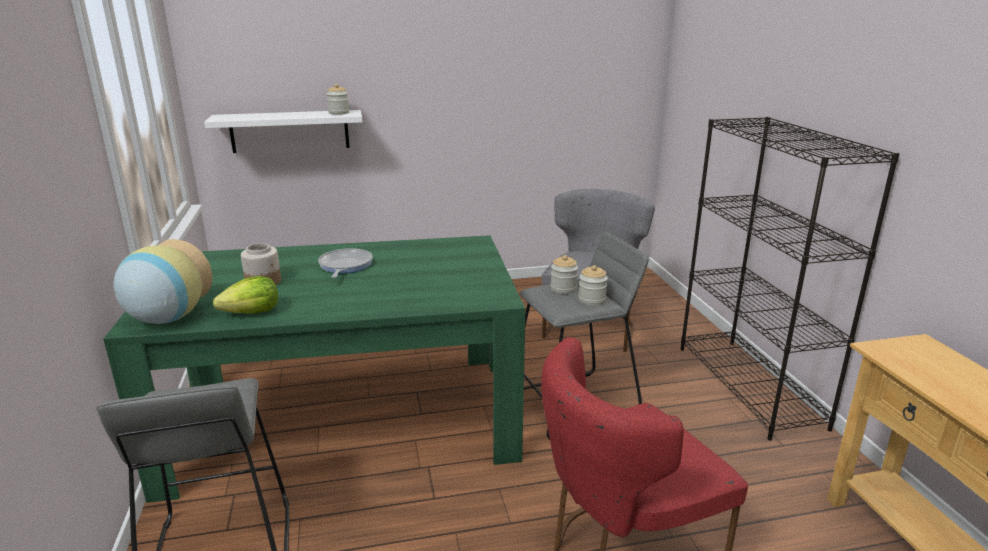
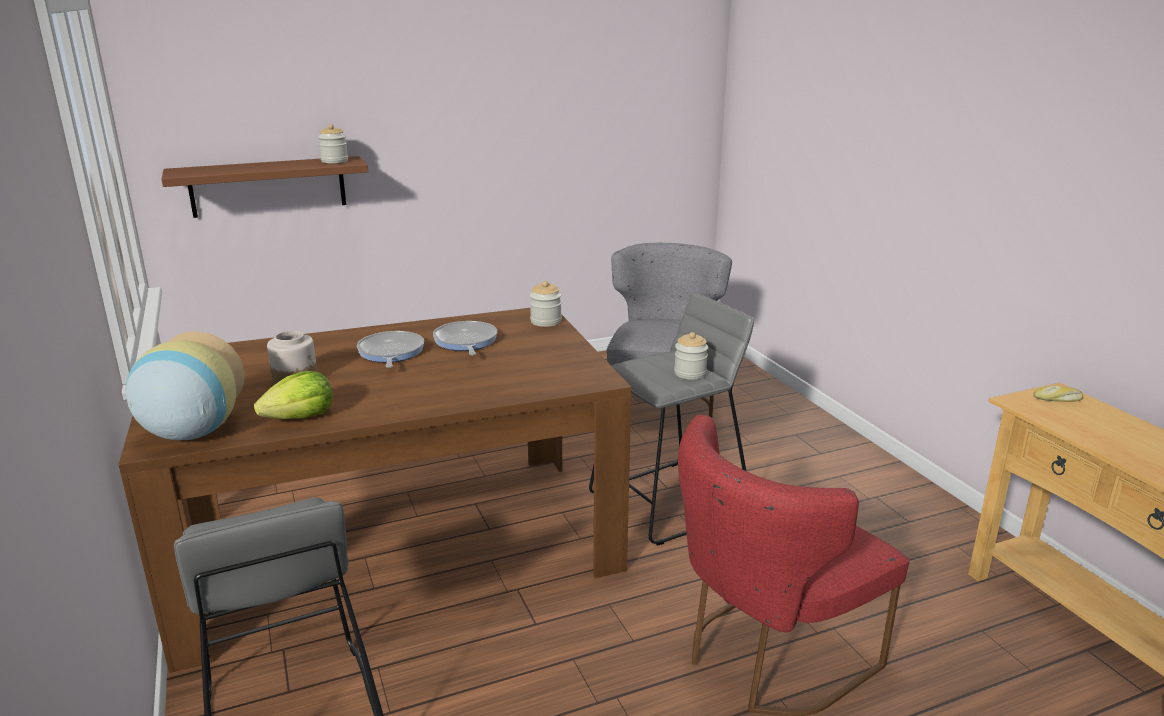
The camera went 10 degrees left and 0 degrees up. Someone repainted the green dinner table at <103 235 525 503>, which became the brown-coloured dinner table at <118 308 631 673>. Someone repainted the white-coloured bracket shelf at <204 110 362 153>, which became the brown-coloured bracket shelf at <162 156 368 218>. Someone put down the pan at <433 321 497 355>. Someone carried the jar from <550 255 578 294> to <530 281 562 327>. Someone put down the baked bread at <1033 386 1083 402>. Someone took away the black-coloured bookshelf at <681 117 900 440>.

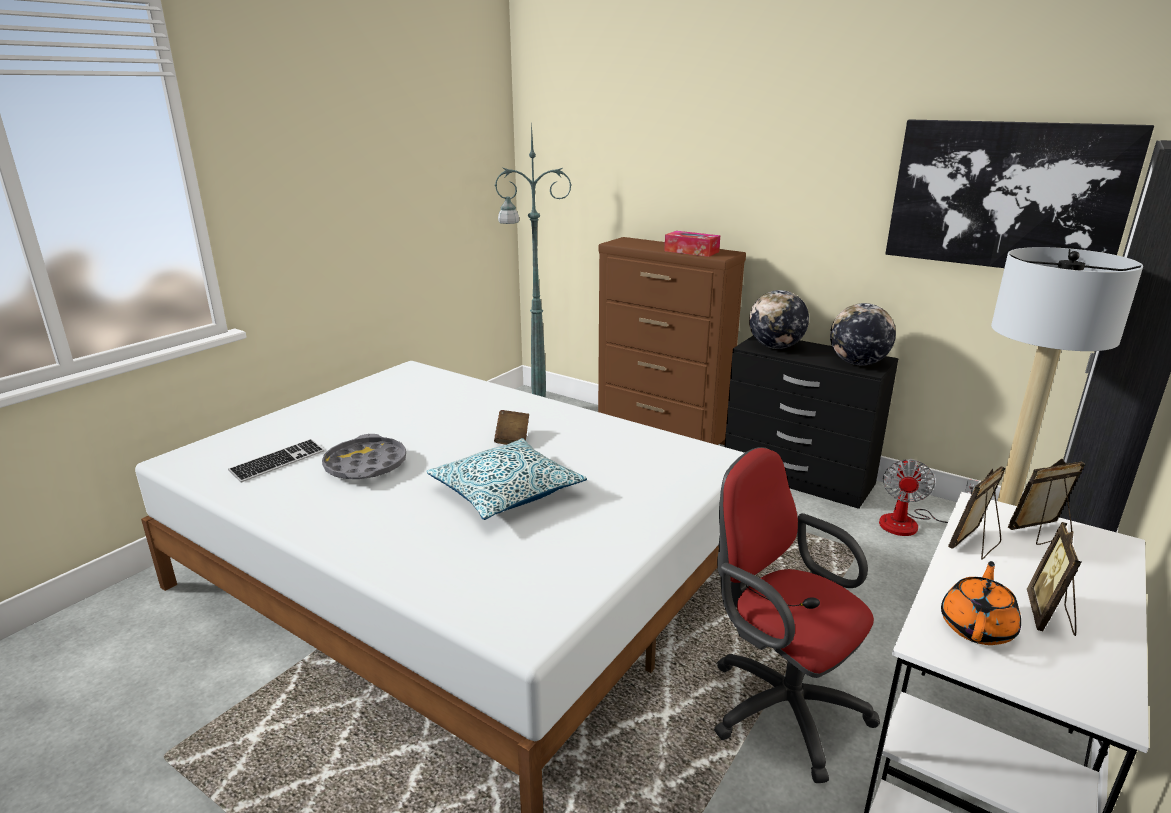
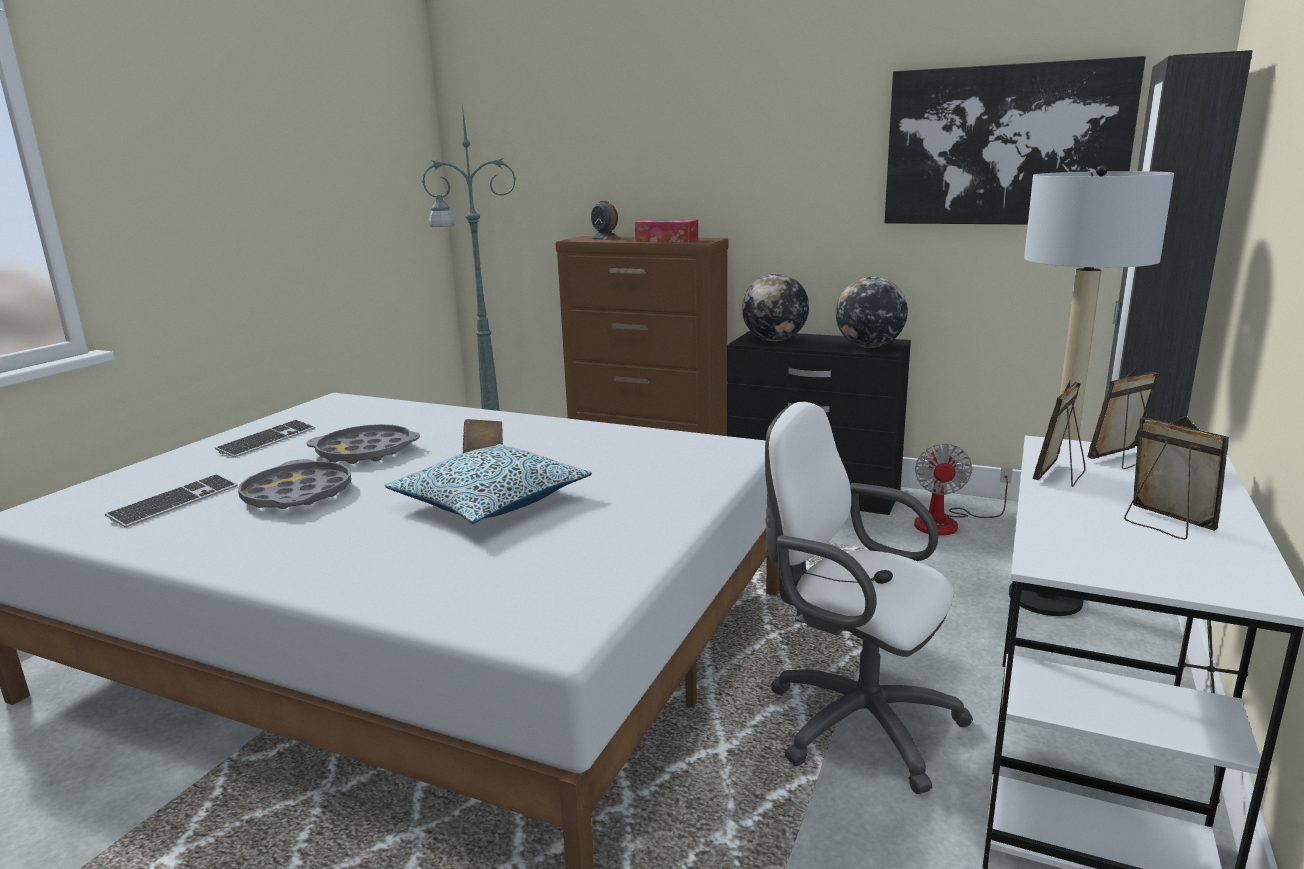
The camera went 10 degrees left and 5 degrees down. Someone put down the keyboard at <215 419 315 458>. Someone put down the grey tray at <307 424 420 464>. Someone put down the alarm clock at <590 201 621 240>. Someone repainted the red computer chair at <714 447 880 783>, which became the white-coloured computer chair at <765 401 973 794>. Someone rotated the photo frame at <1027 522 1081 636> by 135 degrees clockwise. Someone took away the orangey teapot at <941 561 1021 645>.

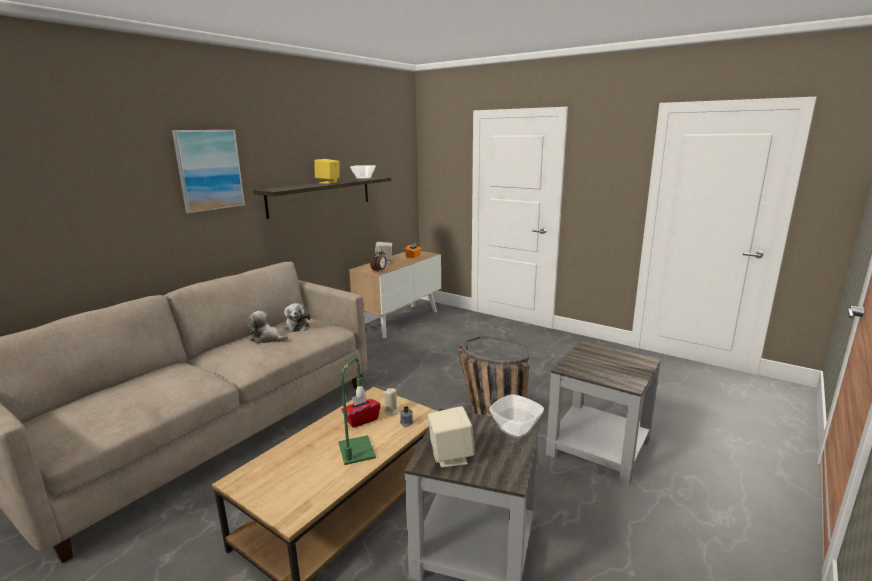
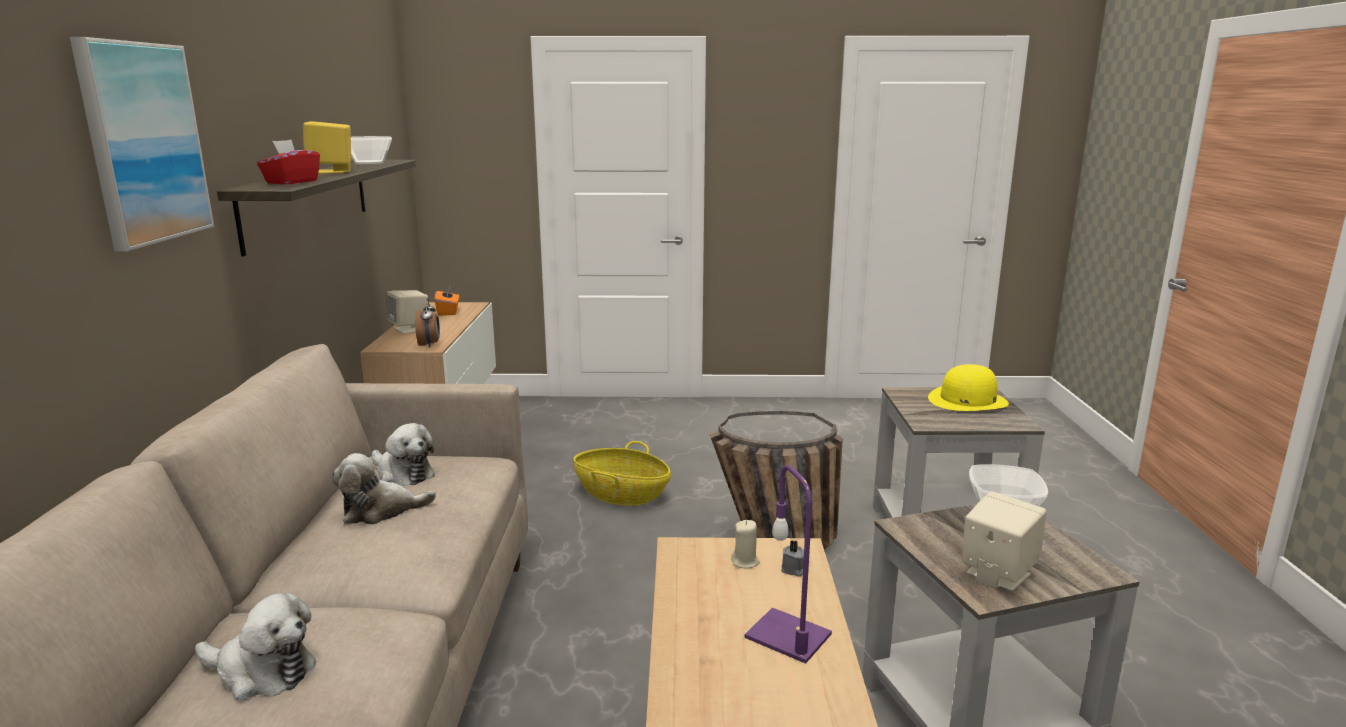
The camera went 35 degrees left and 0 degrees up. Someone put down the cuddly toy at <195 593 316 701>. Someone carried the red tissue box from <342 393 381 428> to <257 140 320 184>. Someone put down the household basket at <573 441 671 506>. Someone repainted the green tabletop lamp at <338 357 376 465>, which became the purple tabletop lamp at <744 465 832 664>. Someone put down the yellowish clothing hat at <928 364 1009 411>.

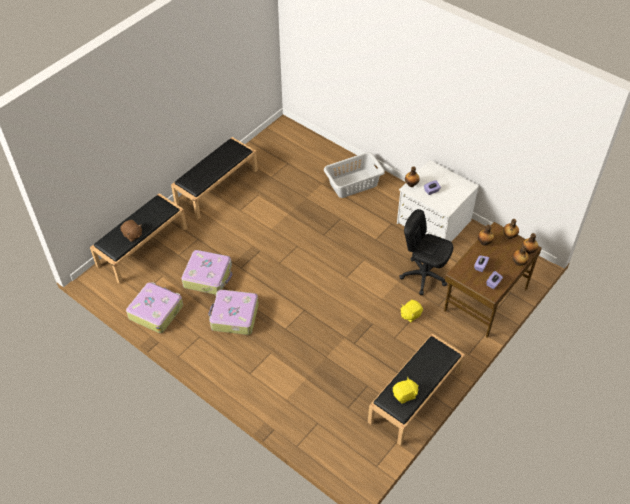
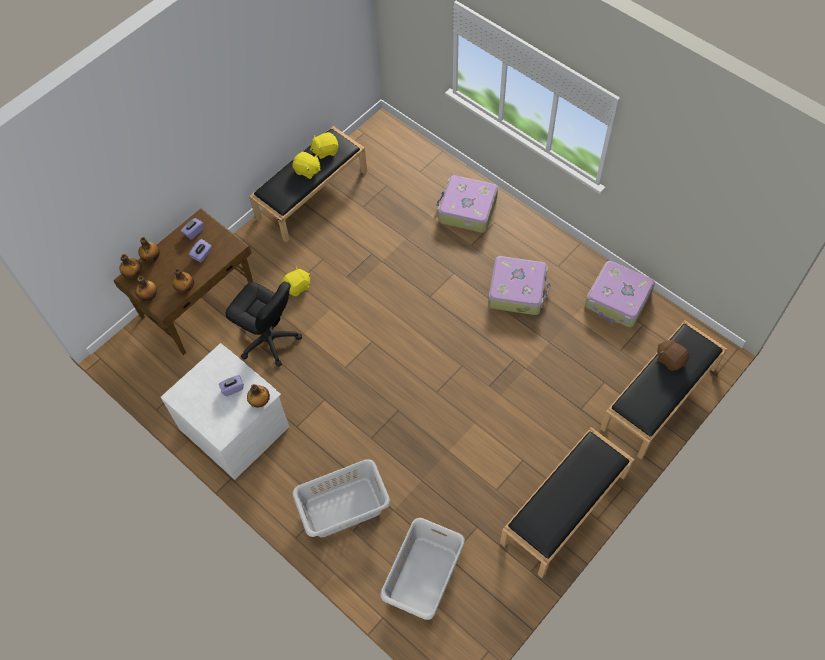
The camera went 175 degrees left and 10 degrees up. Someone put down the yellowish cuddly toy at <292 152 321 179>. Someone put down the grey washing basket at <380 518 465 620>. Someone carried the suitcase from <181 250 232 295> to <437 175 498 233>.

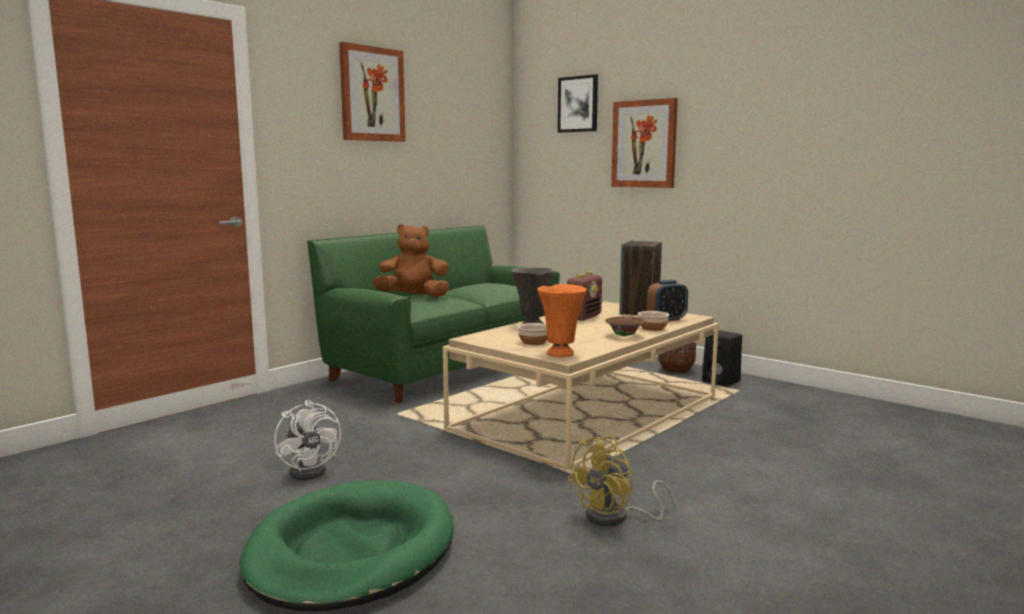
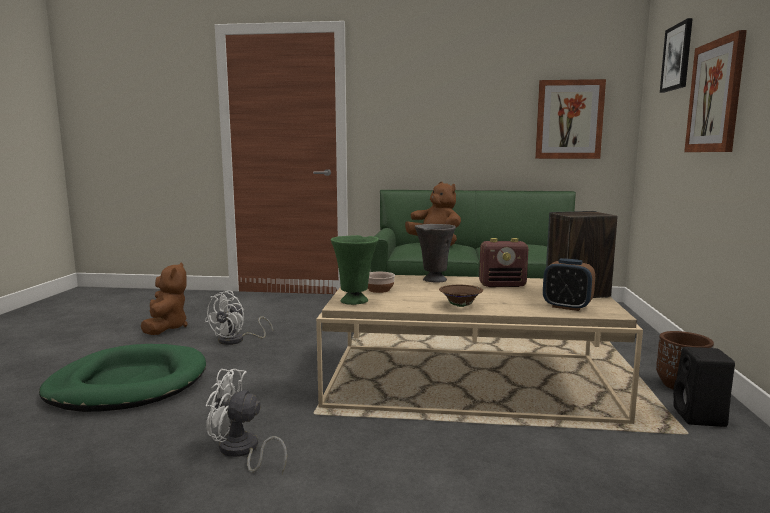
The camera went 55 degrees right and 0 degrees up. Someone put down the brown-coloured cuddly toy at <141 262 188 335>. Someone repainted the yellowish electric fan at <567 436 675 527>, which became the white-coloured electric fan at <206 368 287 474>. Someone repainted the orangey flower vase at <537 284 587 357>, which became the green flower vase at <331 235 379 305>. Someone carried the picture from <339 42 406 142> to <535 79 606 159>. Someone took away the bowl at <638 311 669 331>.

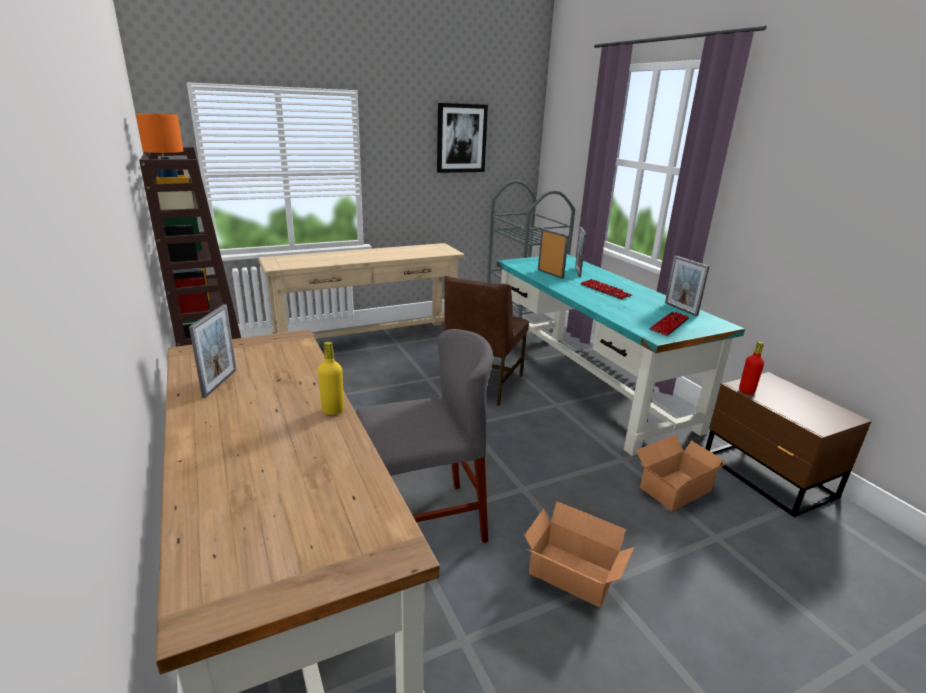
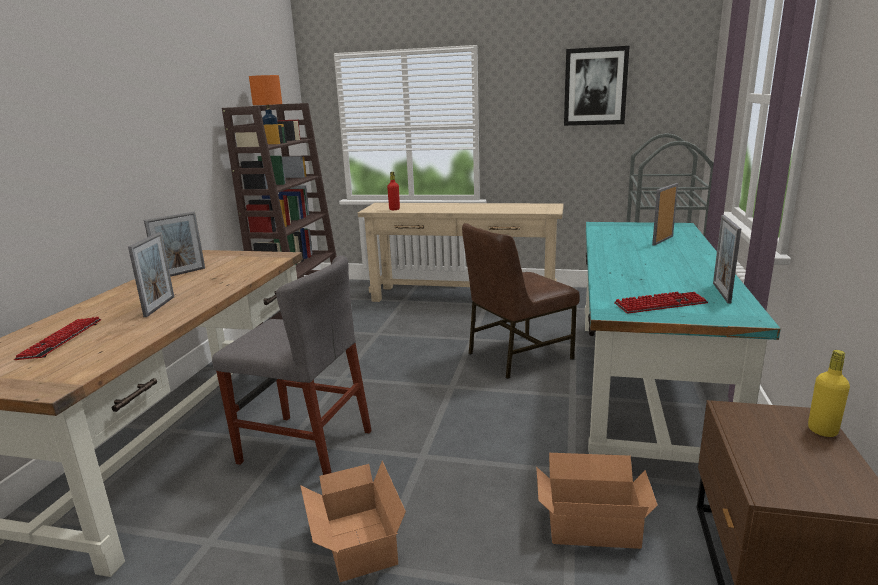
The camera went 40 degrees right and 5 degrees down. Someone carried the keyboard from <580 279 632 299> to <14 317 101 360>. Someone carried the photo frame from <538 229 569 279> to <128 232 174 317>. Someone carried the red bottle from <739 342 764 395> to <387 172 400 210>. Someone carried the yellowish bottle from <318 342 344 415> to <808 350 850 437>.

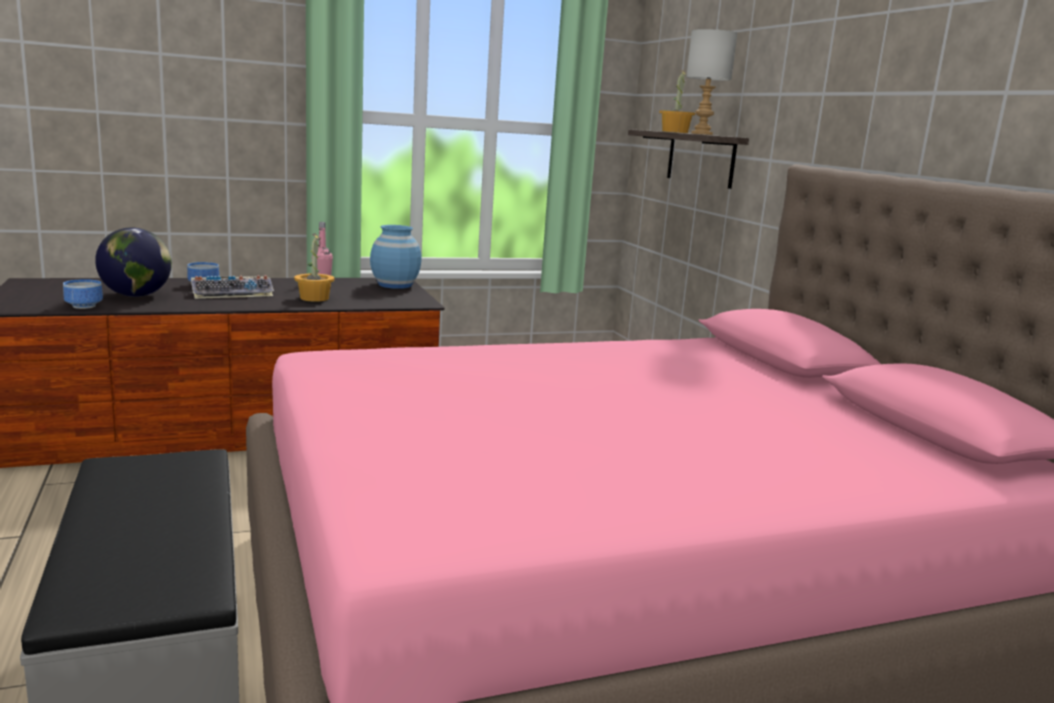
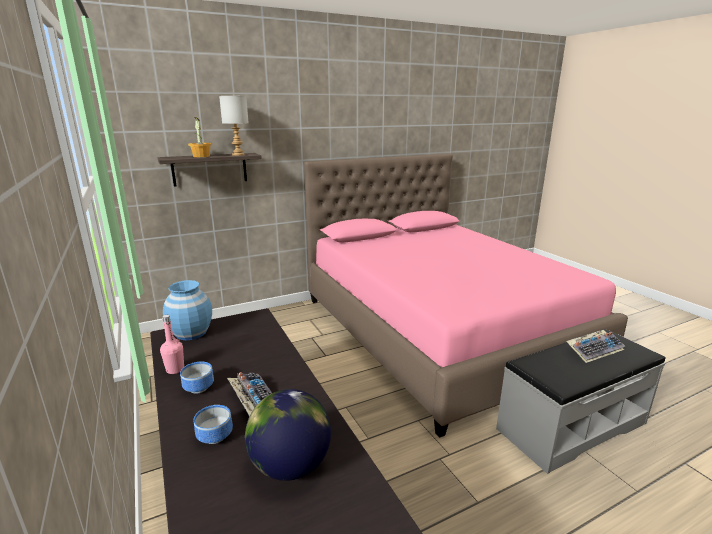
The camera went 95 degrees left and 5 degrees up. Someone carried the bowl from <63 279 103 309> to <180 362 214 394>. Someone put down the keyboard at <566 330 625 363>. Someone took away the houseplant at <294 233 335 302>.

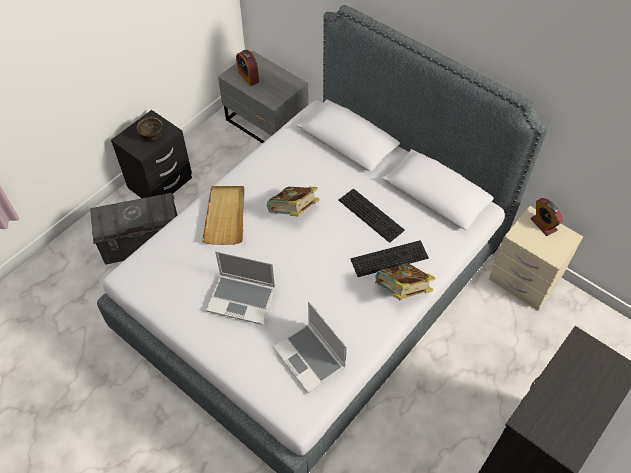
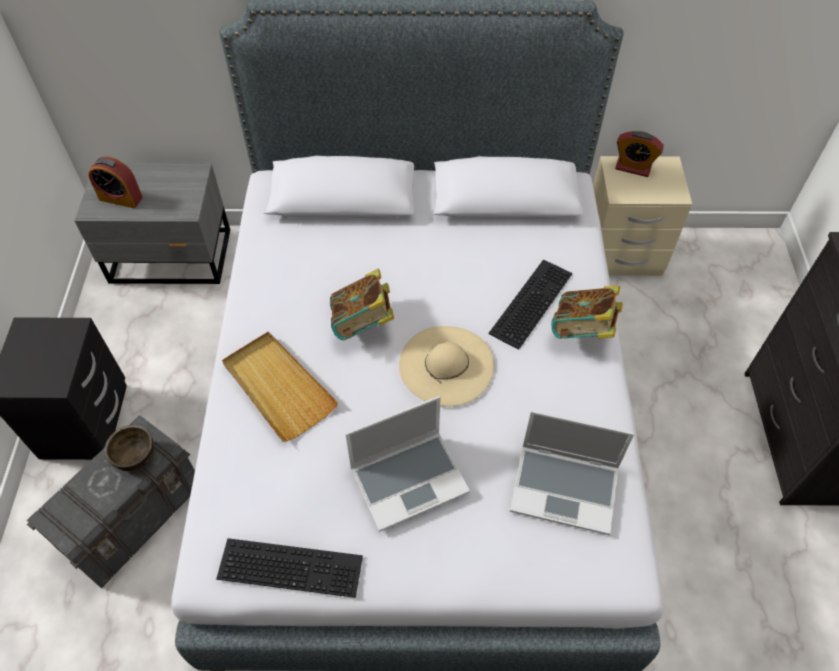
The camera went 40 degrees left and 0 degrees up. Someone carried the brown-coloured bowl from <137 117 163 141> to <104 425 154 471>. Someone carried the keyboard from <338 188 405 243> to <216 538 363 598>. Someone put down the sand-coloured clothing hat at <399 326 494 406>.

